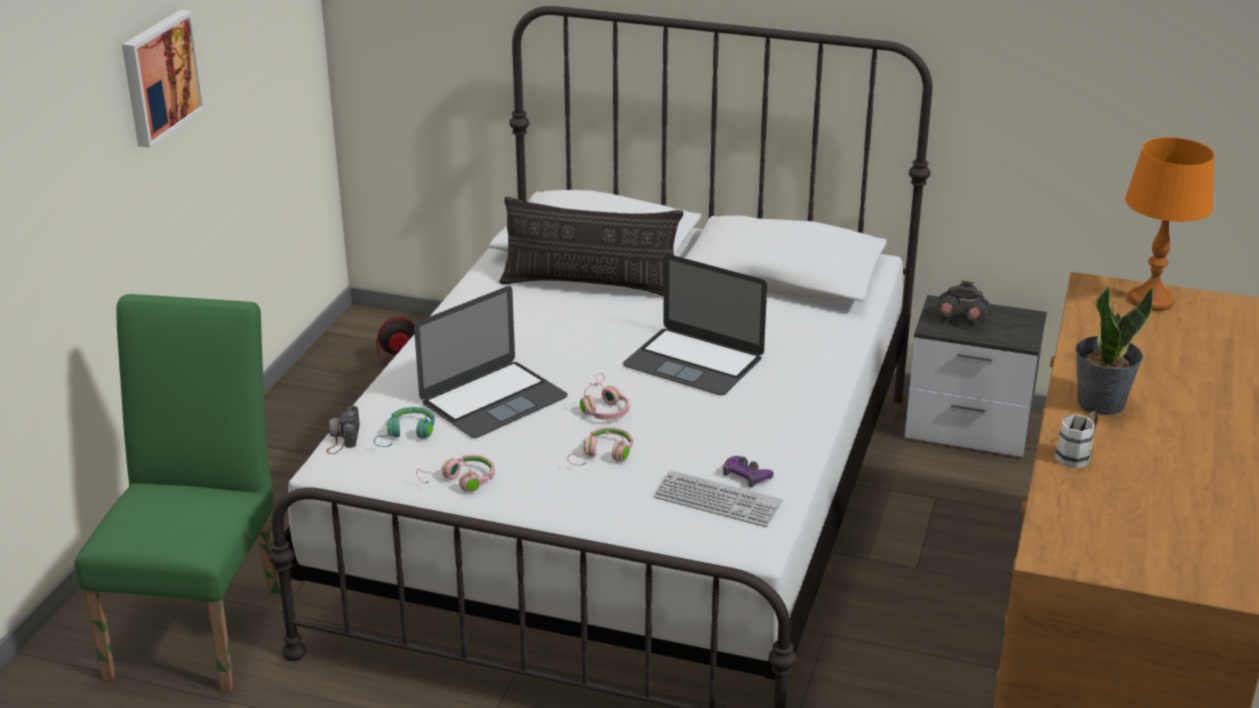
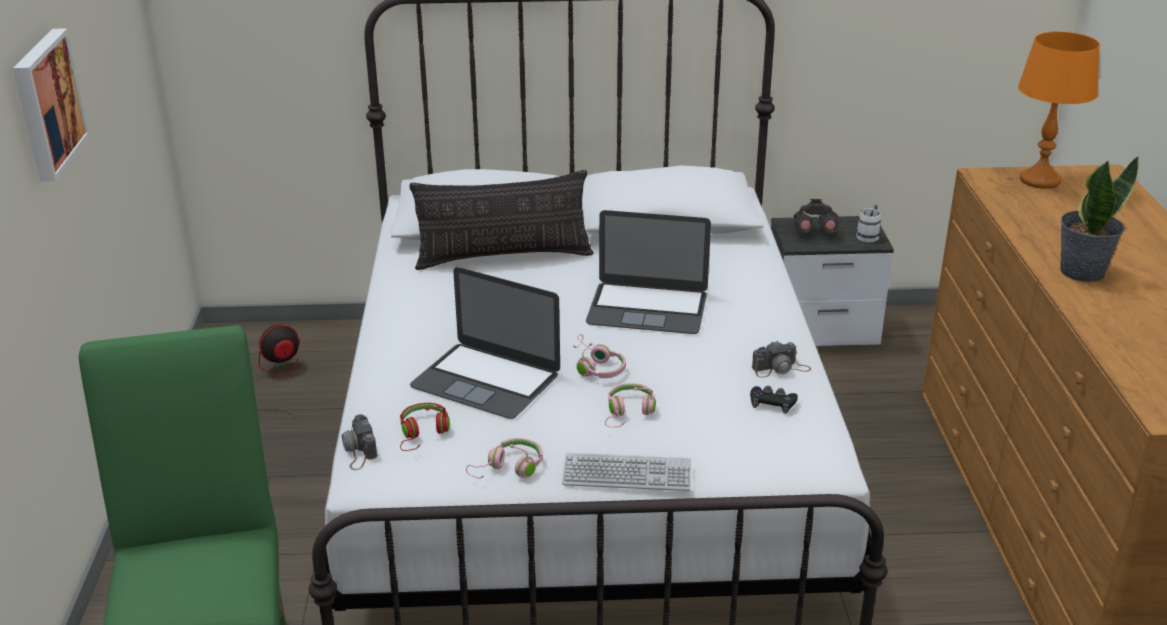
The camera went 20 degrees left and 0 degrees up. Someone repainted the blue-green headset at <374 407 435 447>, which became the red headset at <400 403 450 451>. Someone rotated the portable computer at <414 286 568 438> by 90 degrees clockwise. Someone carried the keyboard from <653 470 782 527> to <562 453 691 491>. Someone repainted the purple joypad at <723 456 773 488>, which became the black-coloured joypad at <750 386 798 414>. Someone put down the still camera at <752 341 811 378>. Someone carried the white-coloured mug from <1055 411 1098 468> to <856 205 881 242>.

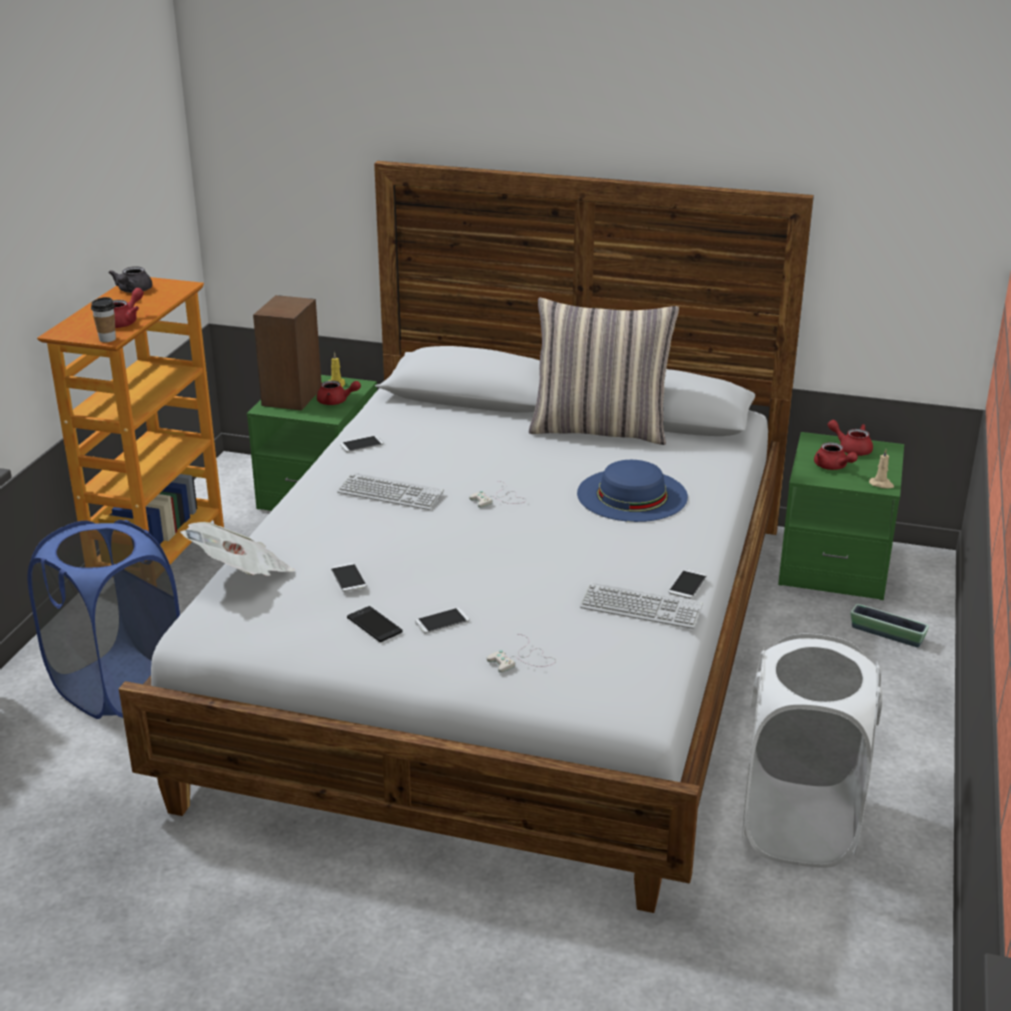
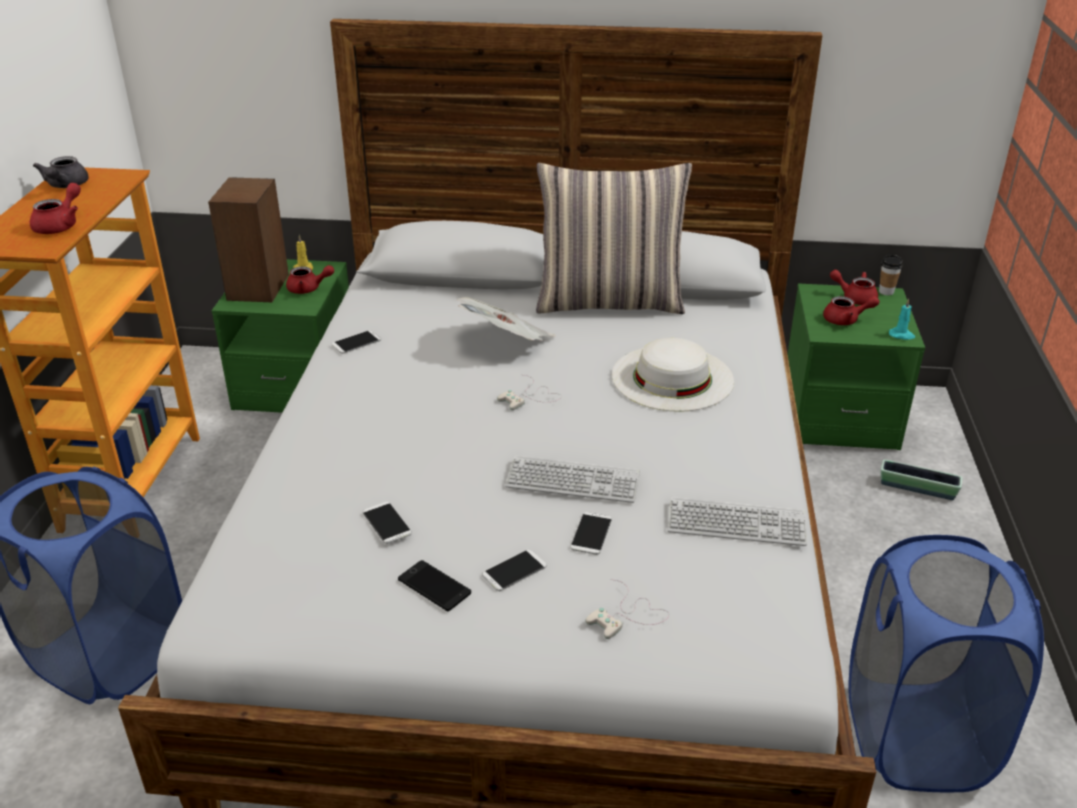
The camera went 10 degrees left and 5 degrees up. Someone carried the newspaper from <180 522 295 576> to <456 297 556 341>. Someone carried the keyboard from <337 472 444 510> to <505 455 640 503>. Someone carried the telephone from <669 569 707 599> to <570 512 612 555>. Someone repainted the blue-coloured clothing hat at <577 460 688 522>, which became the white-coloured clothing hat at <612 338 734 412>. Someone rotated the red teapot at <814 442 858 470> by 45 degrees counterclockwise. Someone repainted the white-coloured washing basket at <742 634 882 868>, which became the blue-coloured washing basket at <848 535 1044 792>. Someone carried the drinking cup from <91 297 116 342> to <879 255 903 295>. Someone repainted the sand-coloured candle at <869 449 894 488>, which became the blue-green candle at <889 299 915 340>.

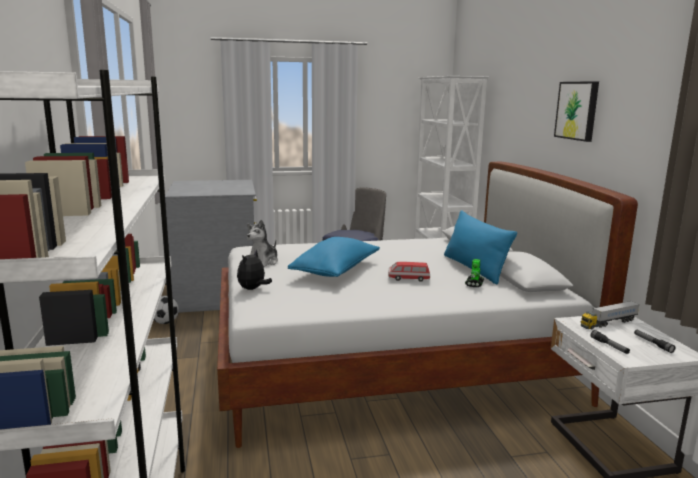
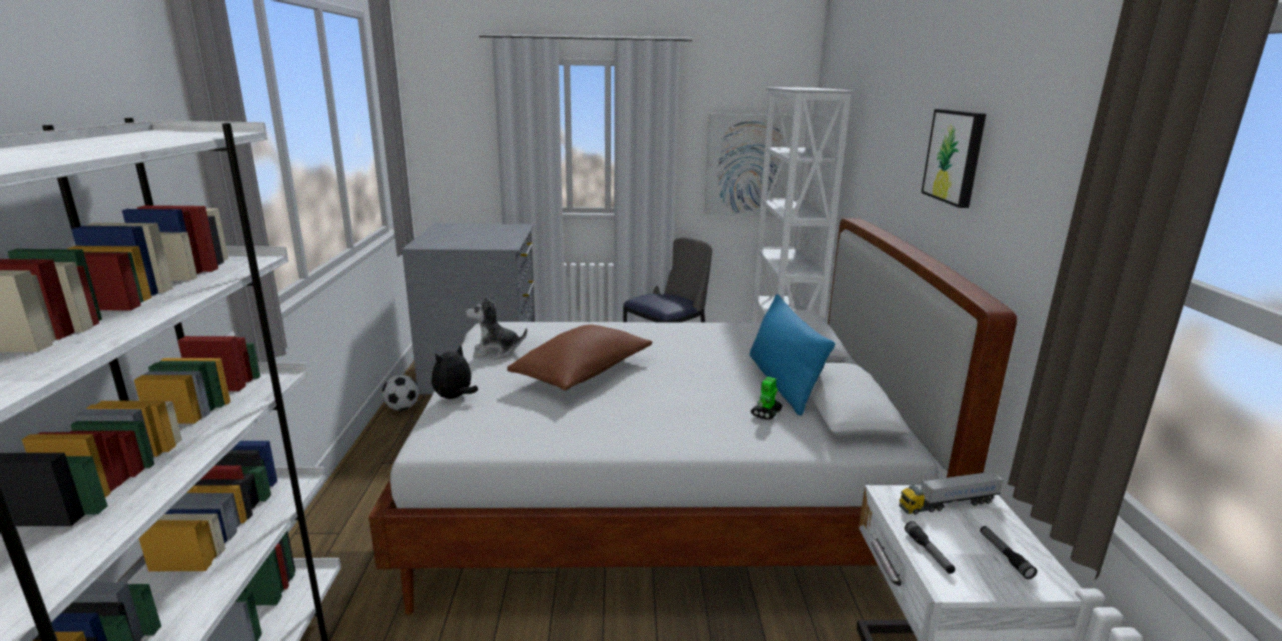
The camera went 10 degrees right and 5 degrees up. Someone rotated the cuddly toy at <247 220 278 267> by 45 degrees clockwise. Someone repainted the blue-coloured throw pillow at <288 237 380 277>, which became the brown-coloured throw pillow at <507 325 653 390>. Someone put up the picture at <704 114 793 216>. Someone took away the miniature car at <388 262 430 282>.

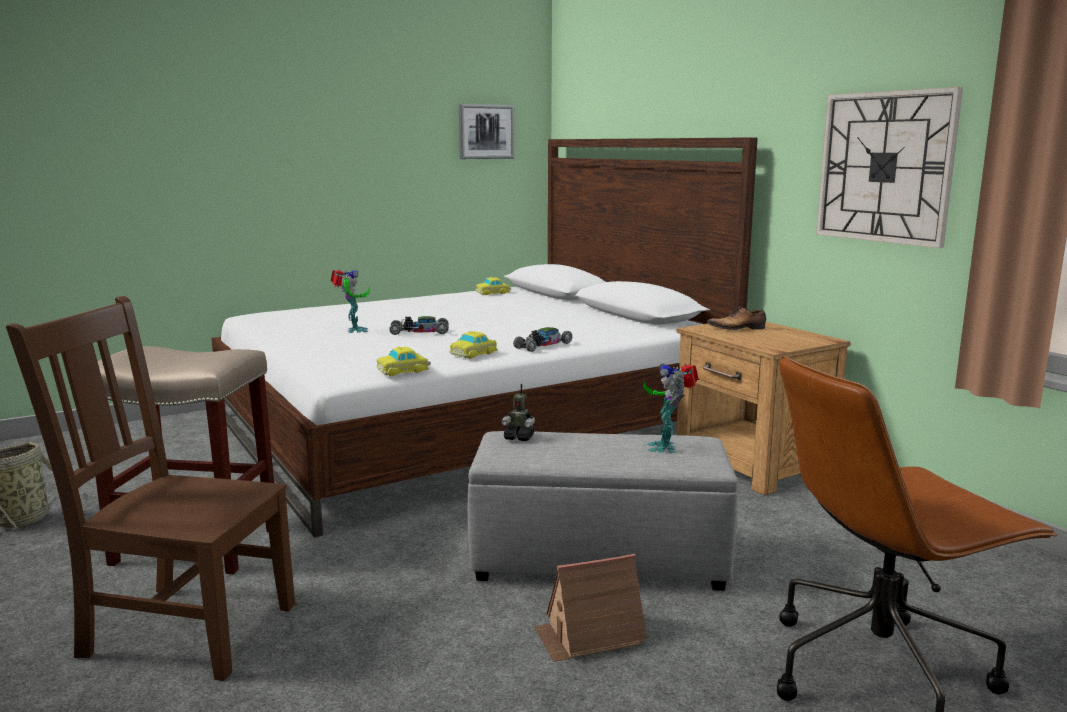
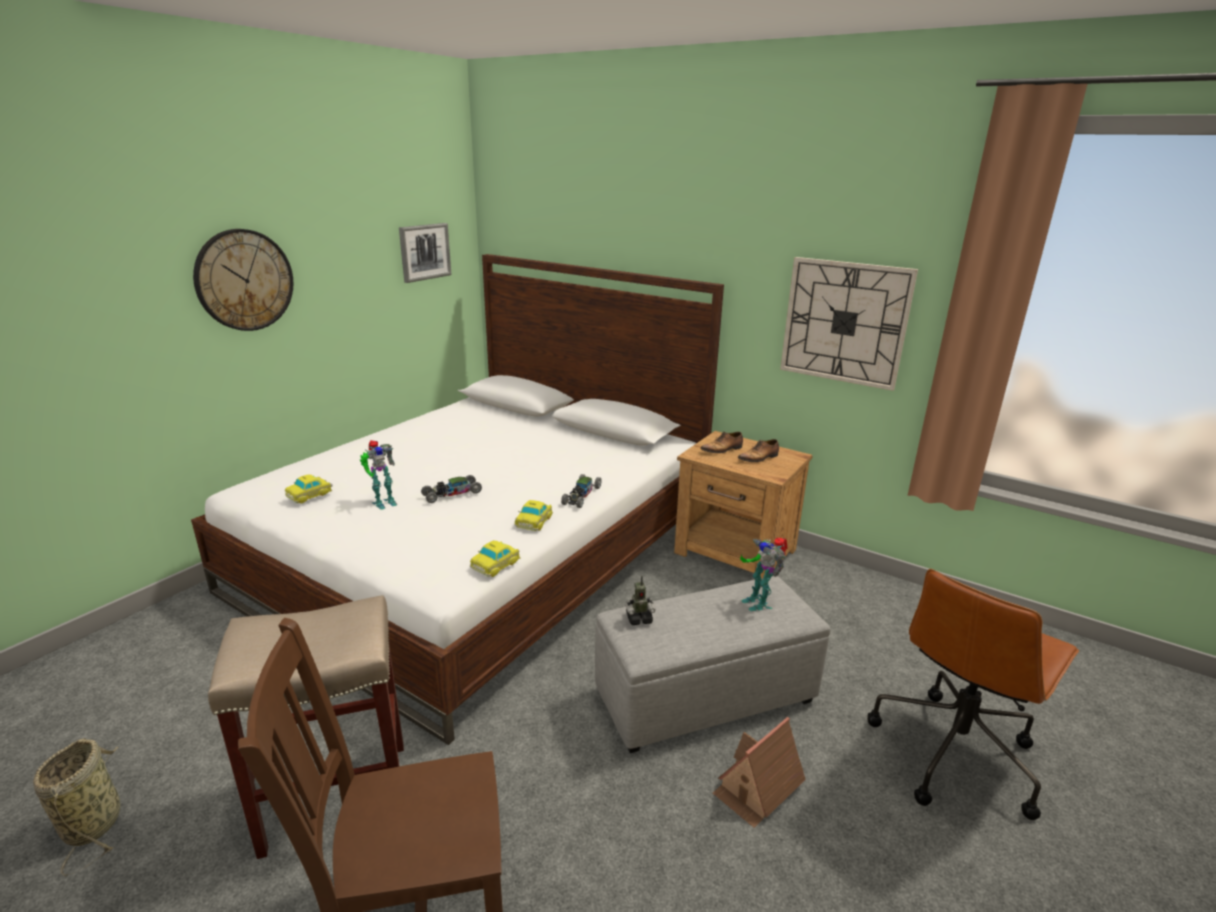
The camera went 25 degrees left and 10 degrees up. Someone put up the clock on the wall at <193 229 293 331>. Someone carried the miniature car from <476 277 511 295> to <285 474 333 503>. Someone rotated the robot figure at <331 269 370 333> by 90 degrees clockwise. Someone put down the shoe at <738 439 779 462>.

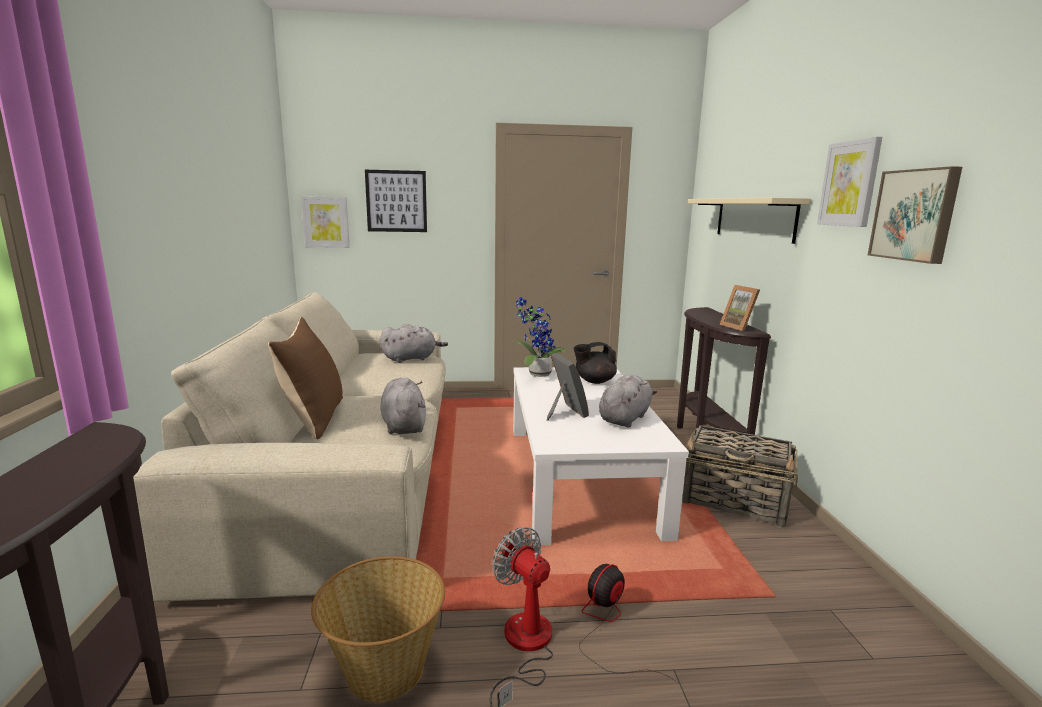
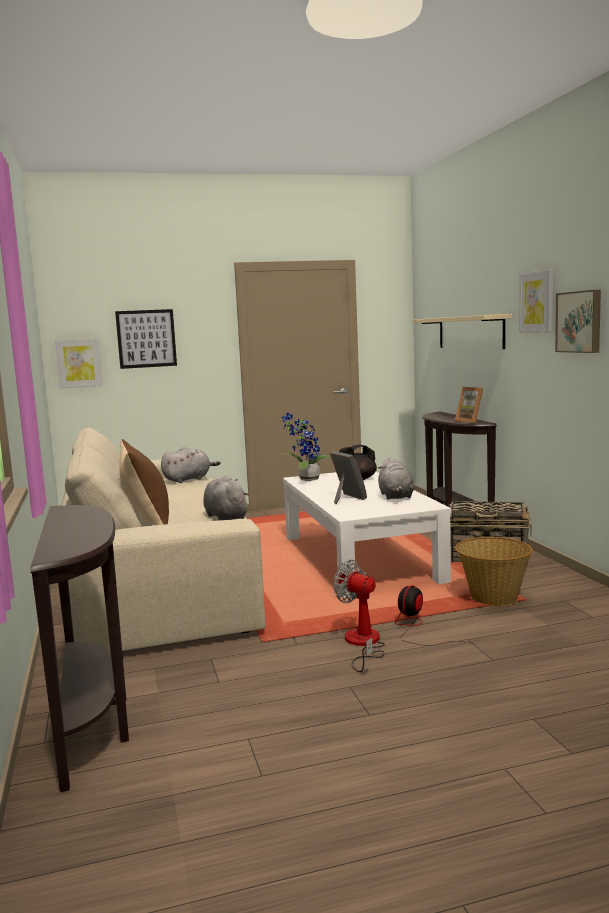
The camera went 10 degrees left and 5 degrees down. Someone rotated the grey cuddly toy at <599 374 657 428> by 150 degrees clockwise. Someone carried the household basket from <311 556 445 703> to <455 537 533 606>.

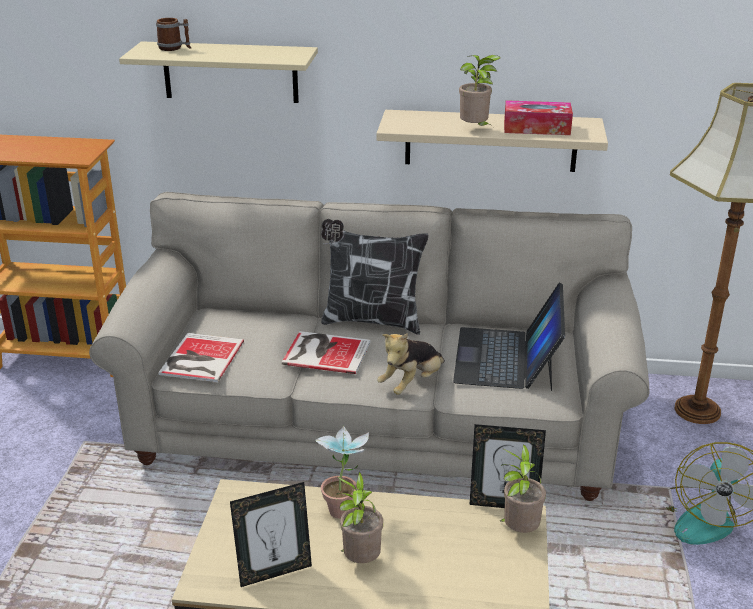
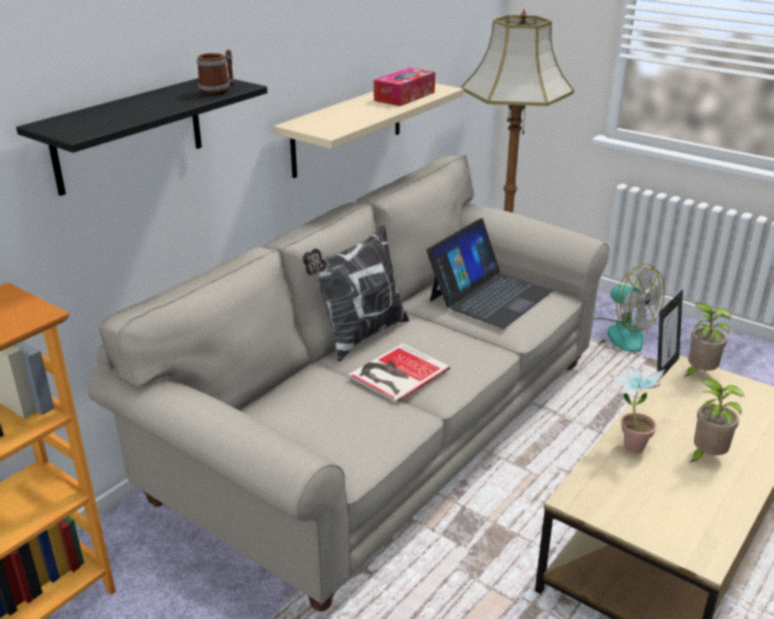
The camera went 60 degrees left and 0 degrees up. Someone repainted the sand-coloured bracket shelf at <119 41 318 103>, which became the black-coloured bracket shelf at <16 78 267 196>. Someone carried the mug from <156 18 191 51> to <197 50 235 96>. Someone rotated the portable computer at <453 283 565 391> by 90 degrees counterclockwise. Someone took away the volume at <158 333 244 382>. Someone took away the photo frame at <230 482 312 587>. Someone took away the cuddly toy at <377 333 445 395>. Someone took away the houseplant at <459 55 501 126>.

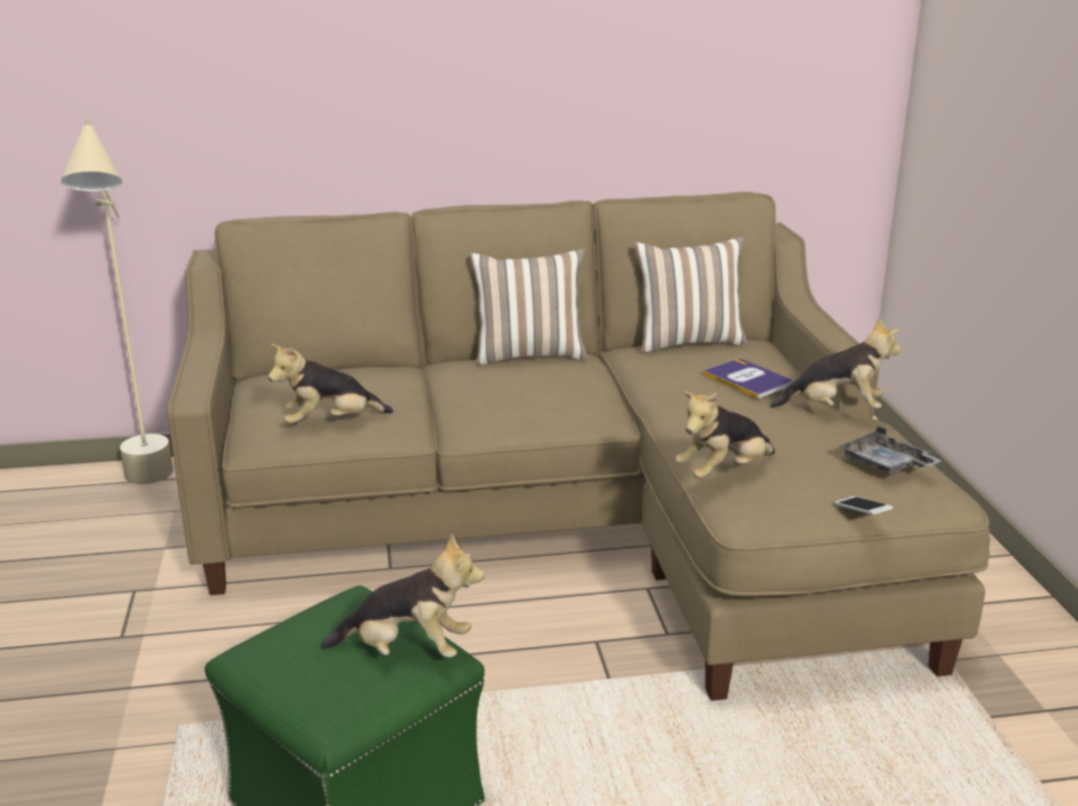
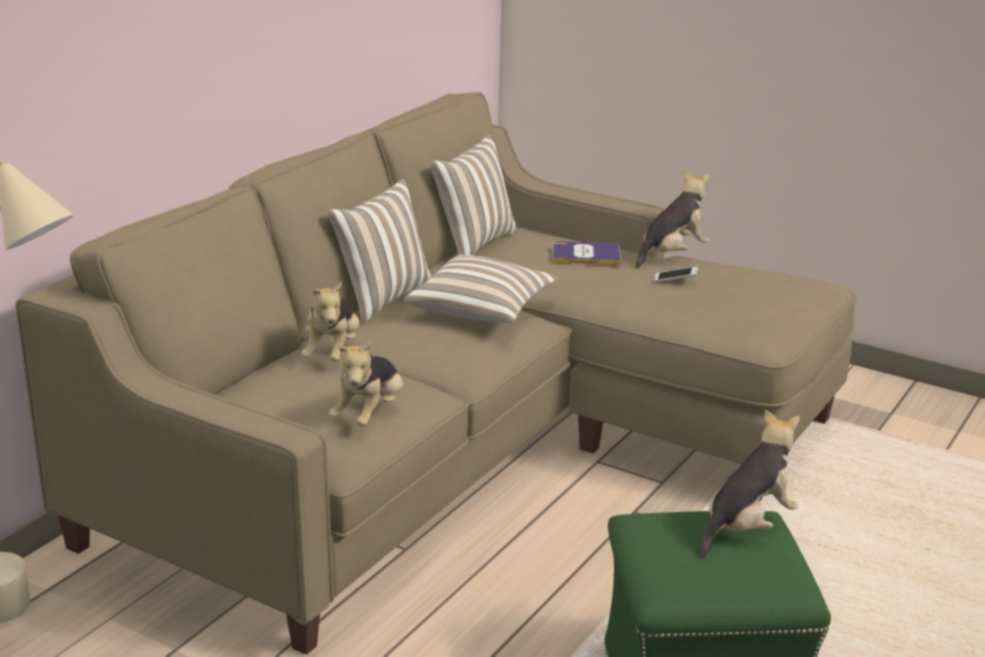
The camera went 50 degrees left and 0 degrees up. Someone carried the cuddly toy from <675 391 775 479> to <301 282 359 362>. Someone put down the throw pillow at <404 255 558 323>. Someone carried the telephone from <834 496 893 515> to <653 267 698 282>. Someone took away the grey tray at <839 426 942 476>.

